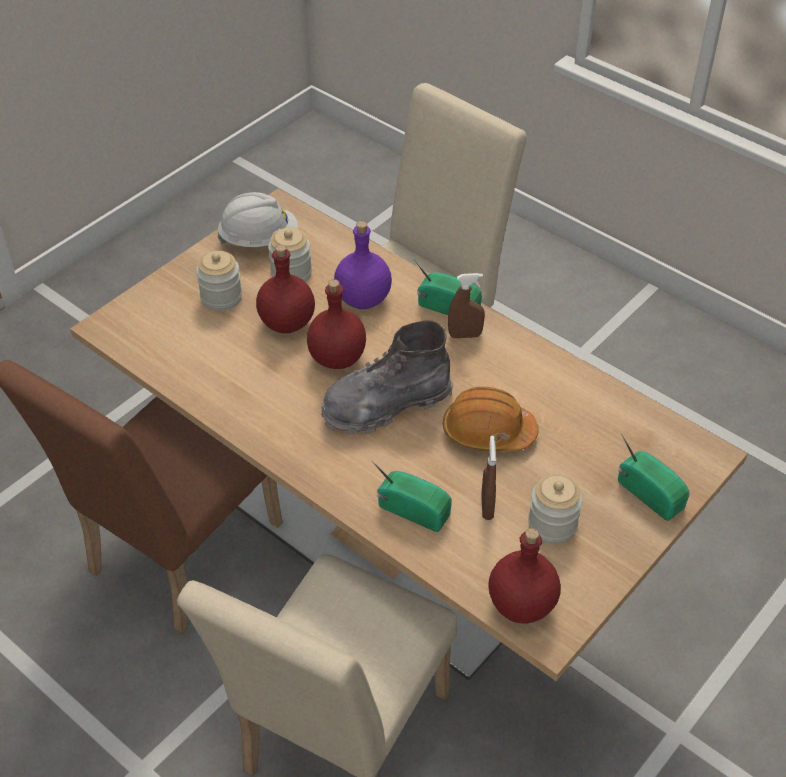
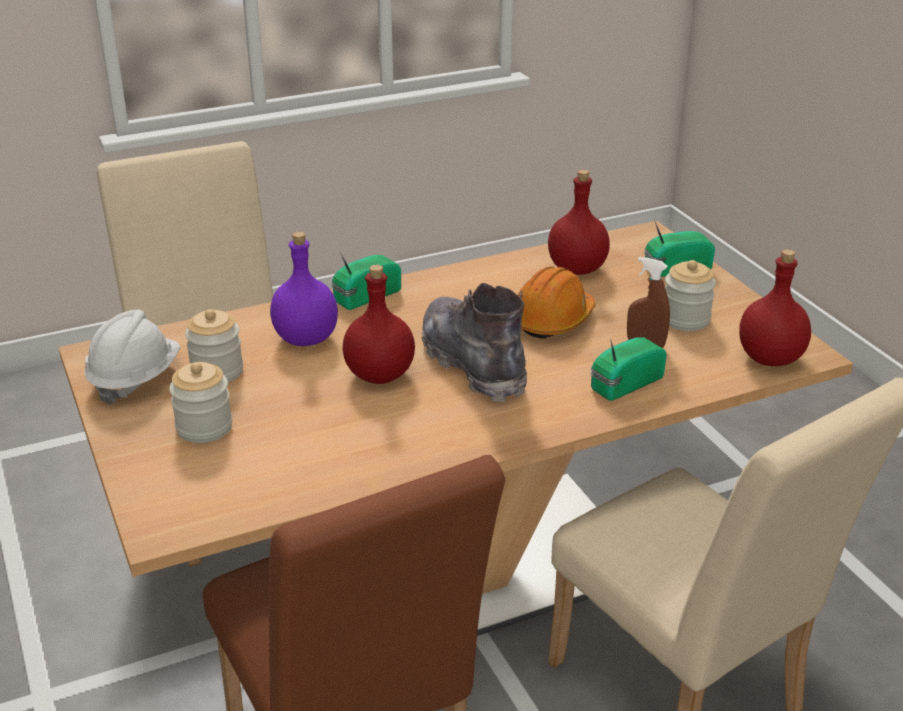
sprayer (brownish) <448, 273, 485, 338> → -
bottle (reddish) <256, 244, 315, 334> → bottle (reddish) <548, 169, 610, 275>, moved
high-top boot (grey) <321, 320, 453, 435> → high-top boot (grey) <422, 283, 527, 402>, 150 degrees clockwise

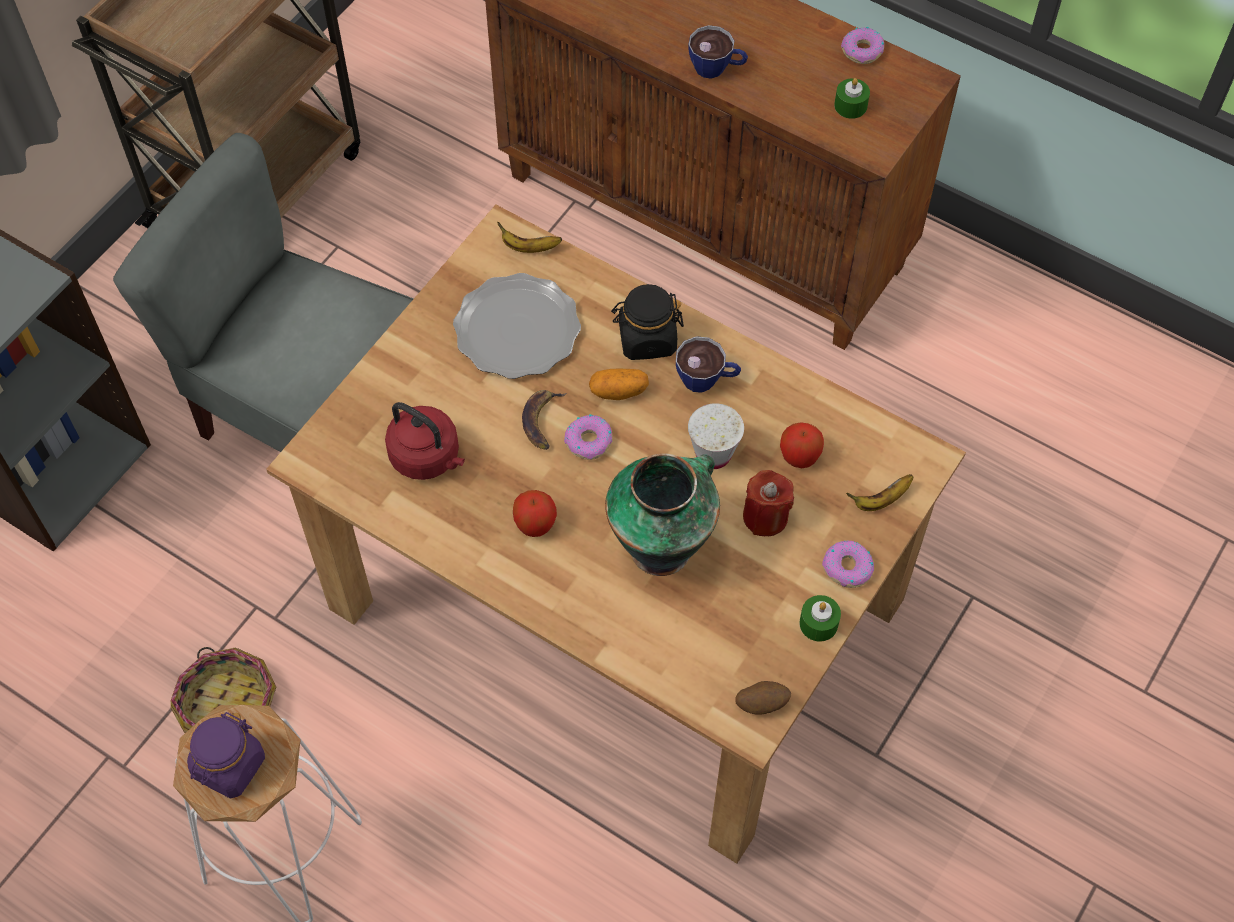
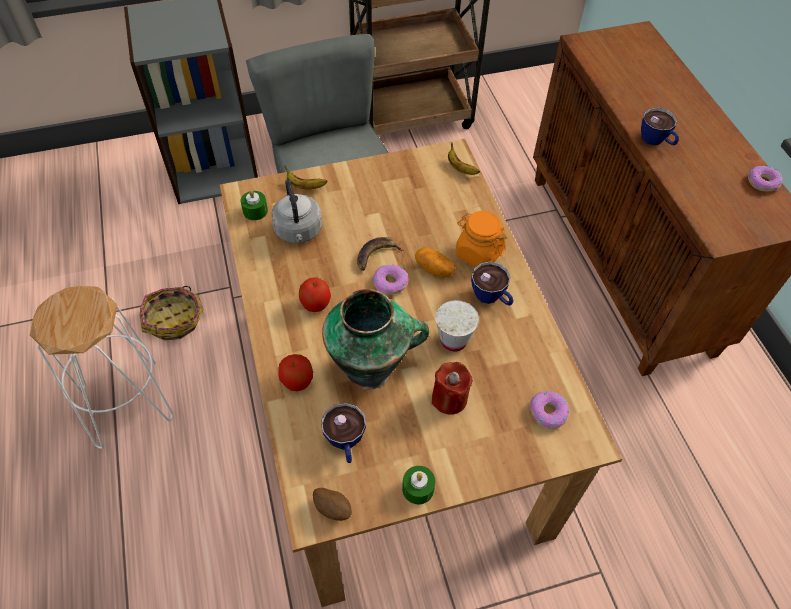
storage jar (purplish) <187, 712, 265, 798> → -
dinner plate <453, 273, 581, 379> → -
- → cup <321, 403, 366, 463>
whole apple <780, 422, 824, 468> → whole apple <278, 354, 313, 391>, moved
donut <822, 541, 874, 588> → donut <530, 391, 569, 429>, moved
wax candle (green) <834, 78, 870, 119> → wax candle (green) <241, 190, 268, 220>, moved
banana <846, 474, 913, 511> → banana <284, 165, 327, 189>, moved
kettle (reddish) <385, 402, 465, 480> → kettle (grey) <272, 179, 322, 244>
storage jar (blackish) <611, 284, 684, 360> → storage jar (orange-coloured) <455, 211, 507, 267>

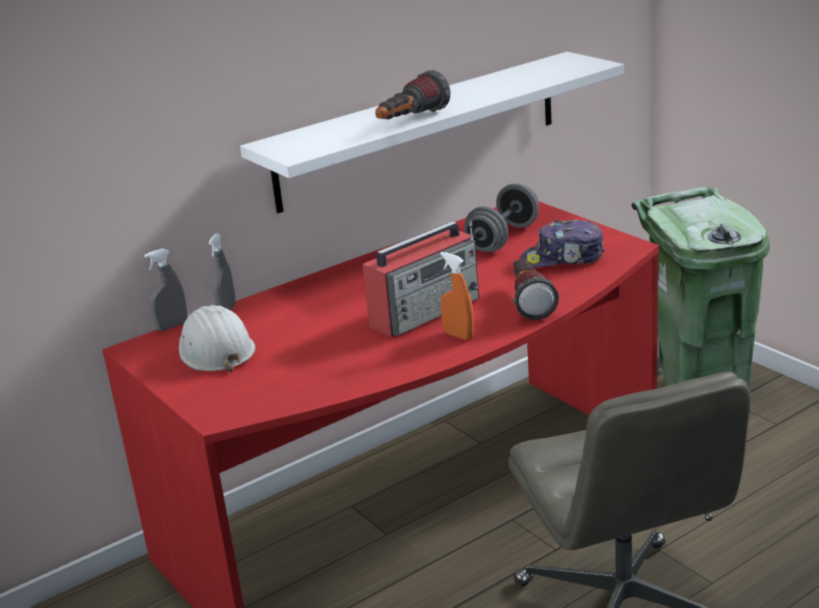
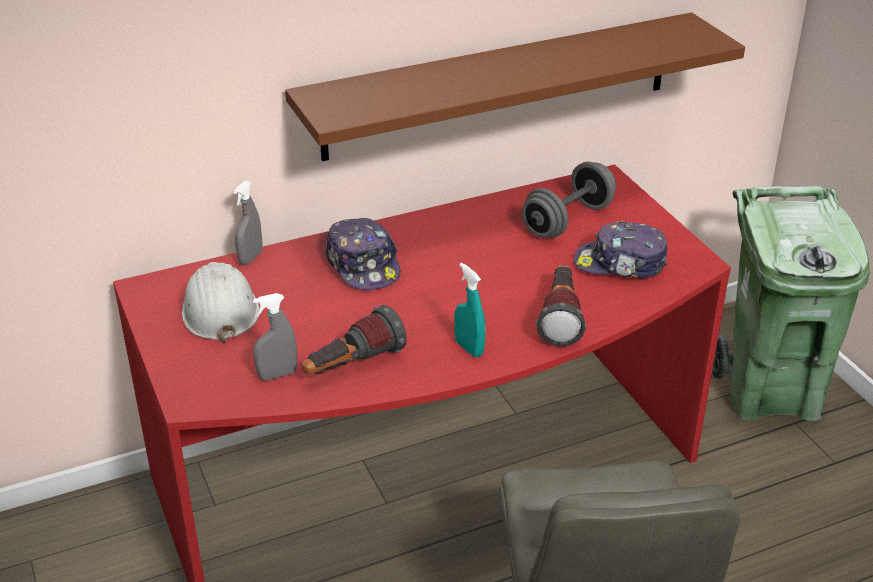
radio <362, 220, 479, 337> → -
- → cap <325, 218, 400, 290>
sprayer (grey) <144, 248, 187, 331> → sprayer (grey) <253, 293, 297, 380>, moved
flashlight <375, 70, 450, 119> → flashlight <302, 305, 407, 375>, moved
wall shelf (white) <240, 52, 624, 213> → wall shelf (brownish) <285, 12, 745, 161>
sprayer (orange-coloured) <440, 252, 474, 340> → sprayer (turquoise-coloured) <454, 263, 485, 357>

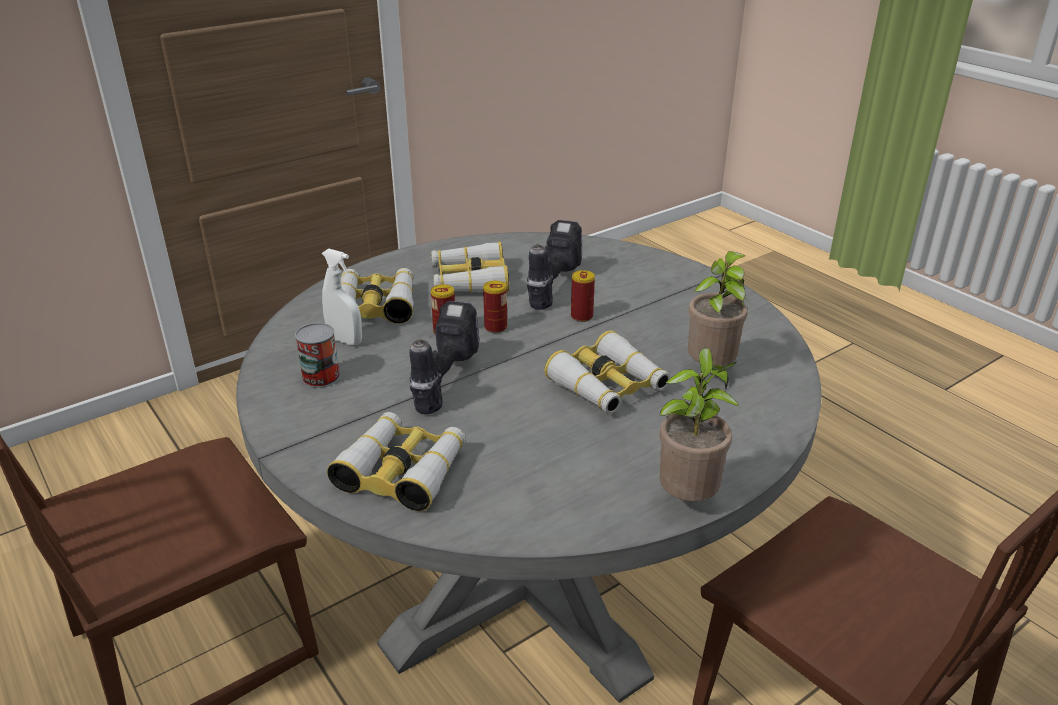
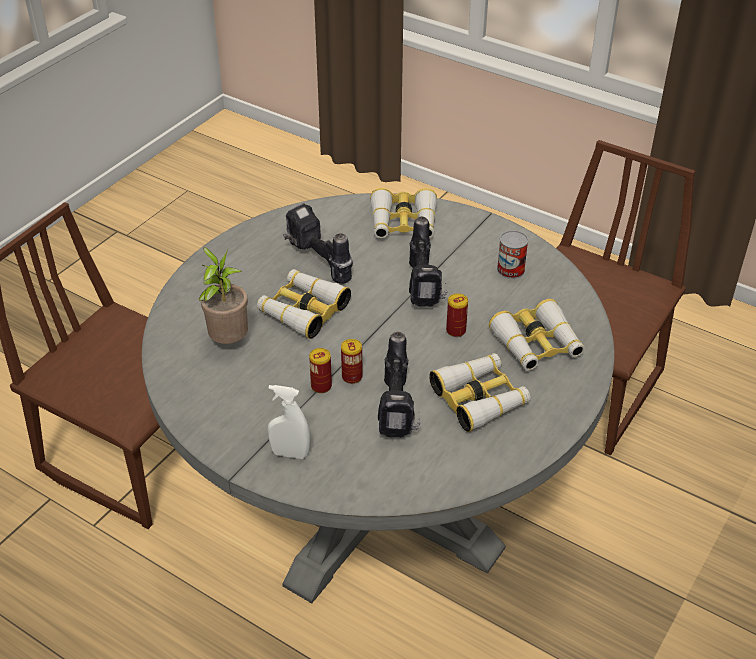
potted plant <659, 348, 740, 501> → -
- → electric drill <283, 203, 353, 284>
sprayer (white) <322, 249, 362, 345> → sprayer (white) <268, 385, 310, 459>, moved
metal can <483, 280, 507, 333> → metal can <309, 348, 332, 393>, moved

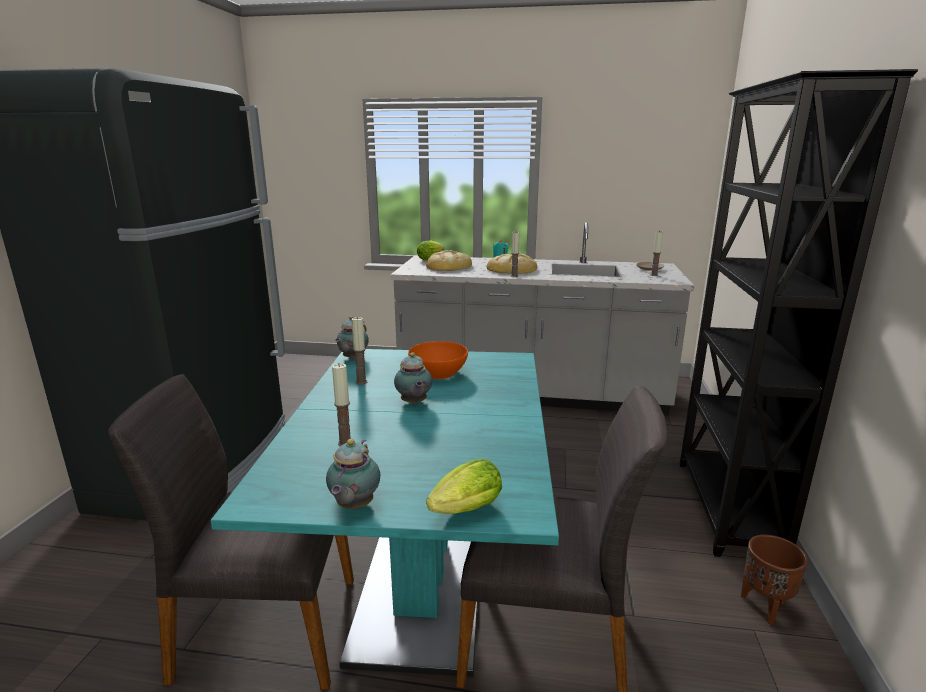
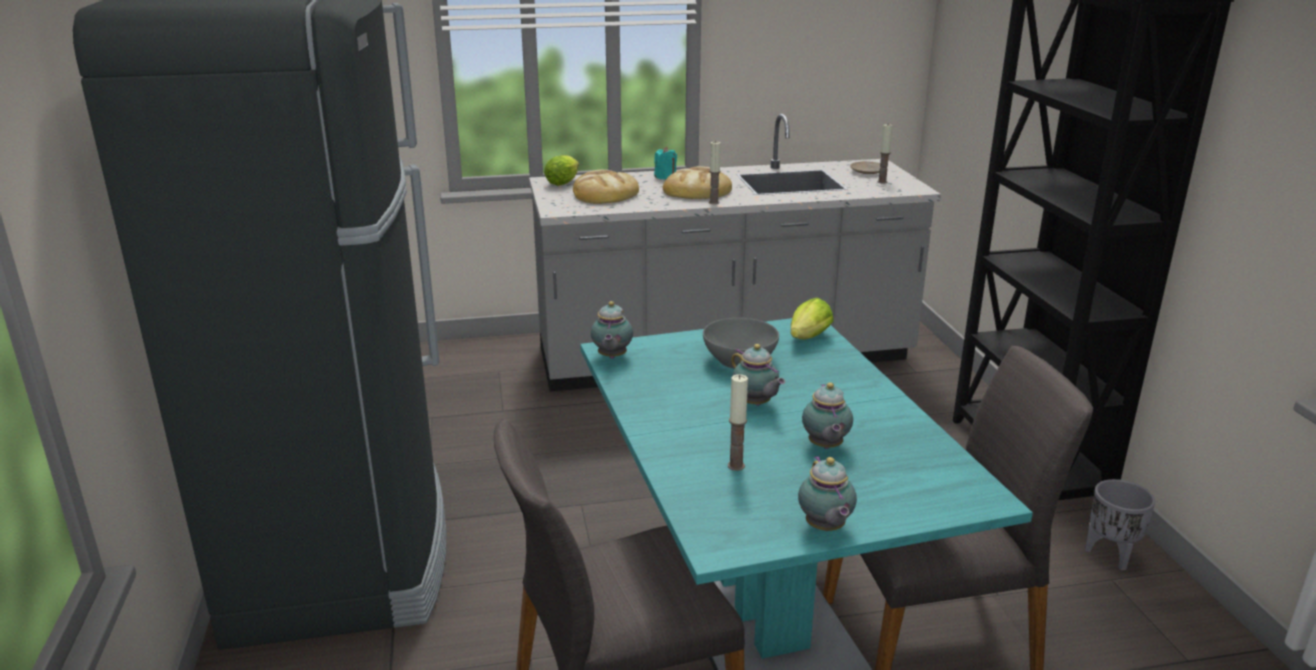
wax candle <352, 317, 367, 385> → -
- → teapot <802, 383, 853, 449>
head of lettuce <426, 459, 502, 514> → head of lettuce <791, 298, 834, 339>, moved
deep dish (orange-coloured) <408, 341, 468, 379> → deep dish (grey) <703, 318, 779, 369>
planter (brownish) <741, 535, 808, 625> → planter (grey) <1085, 479, 1155, 570>

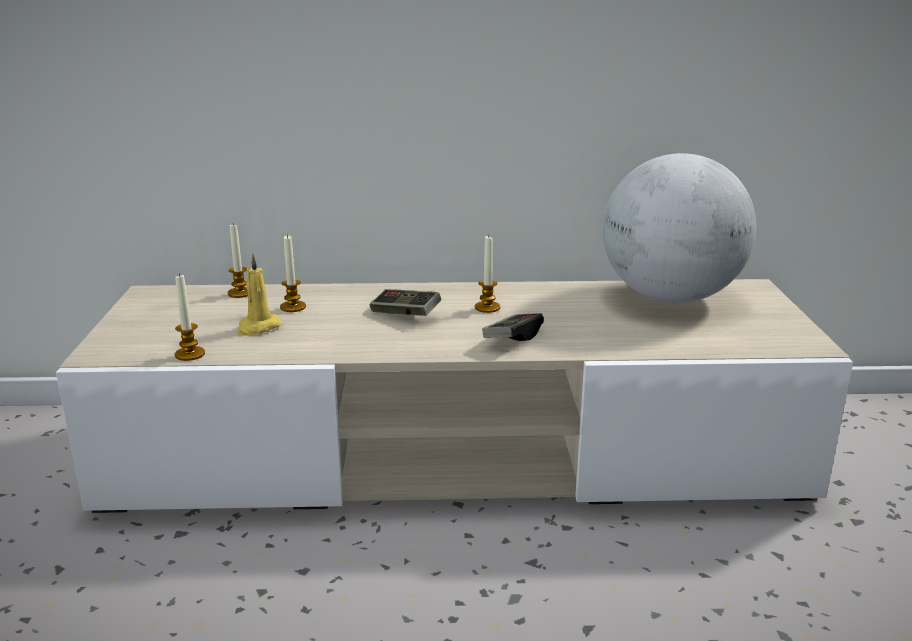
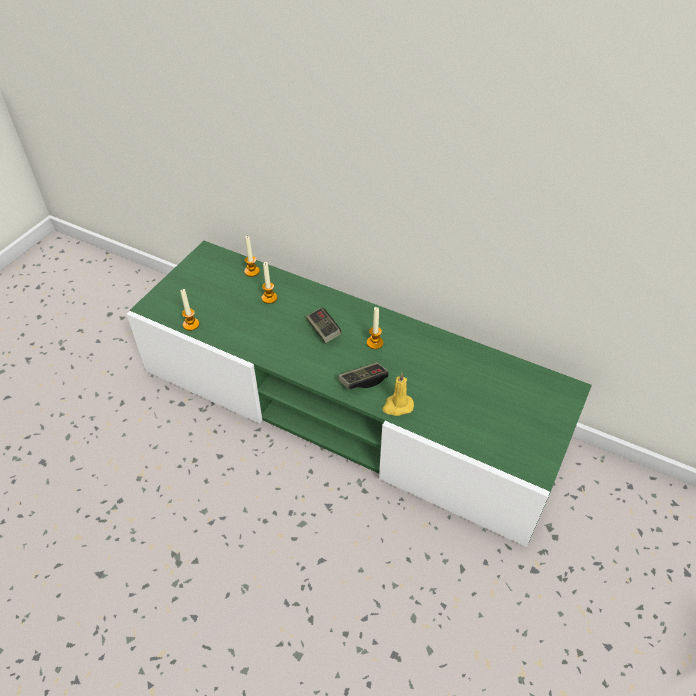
globe <603, 153, 756, 303> → -
wax candle (yellowish) <237, 253, 282, 336> → wax candle (yellowish) <382, 373, 414, 416>, moved
tv unit (beige) <56, 279, 853, 513> → tv unit (green) <126, 241, 592, 547>

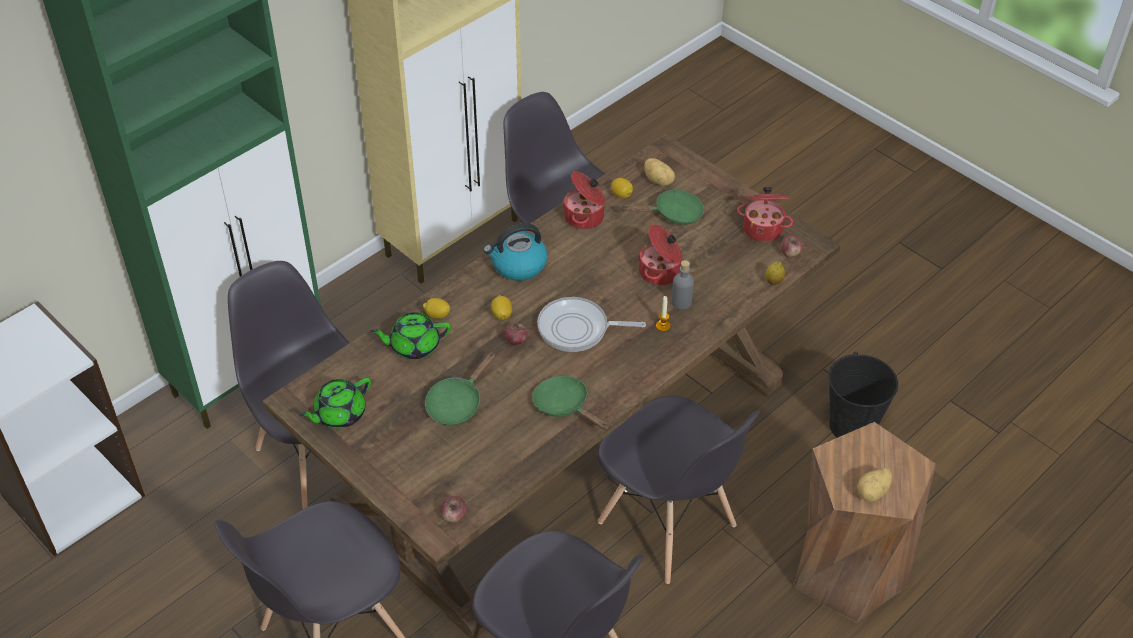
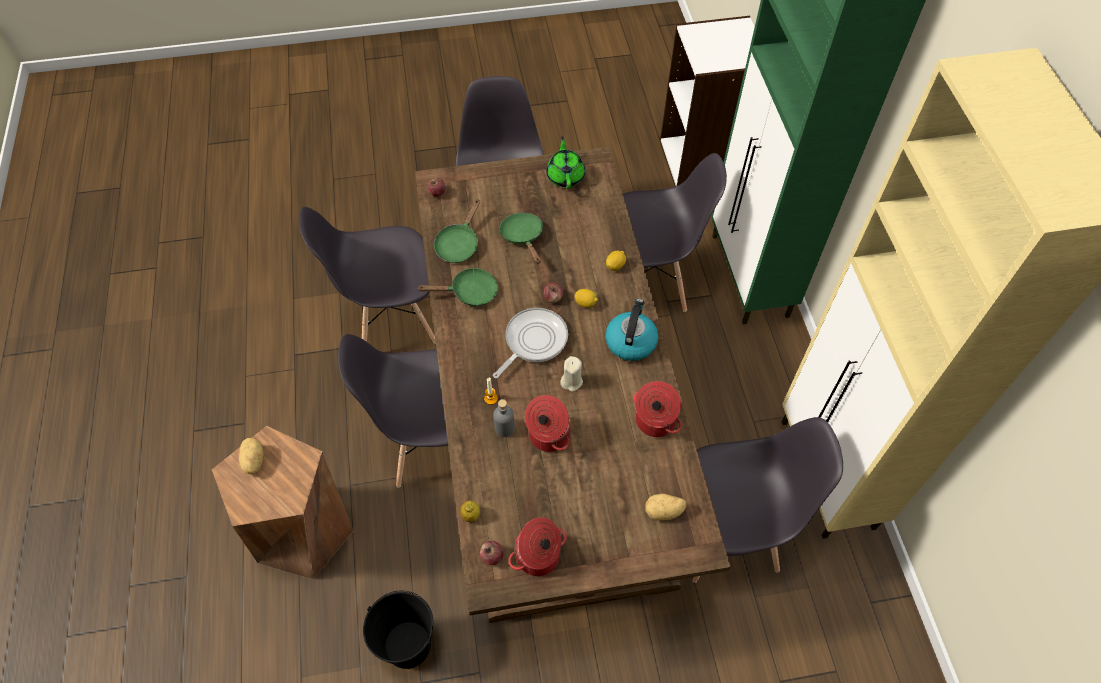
teapot (green) <371, 312, 451, 359> → -
lemon <611, 178, 633, 198> → -
- → wax candle (beige) <560, 356, 583, 392>
pan (green) <621, 189, 704, 225> → pan (green) <434, 200, 480, 263>, moved

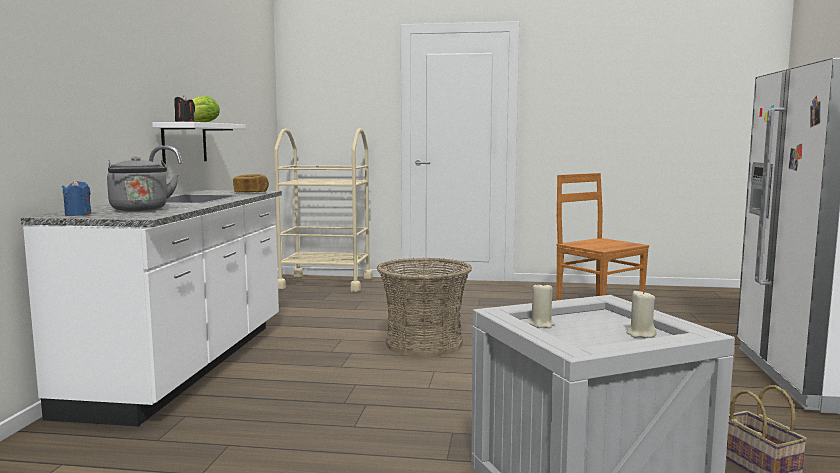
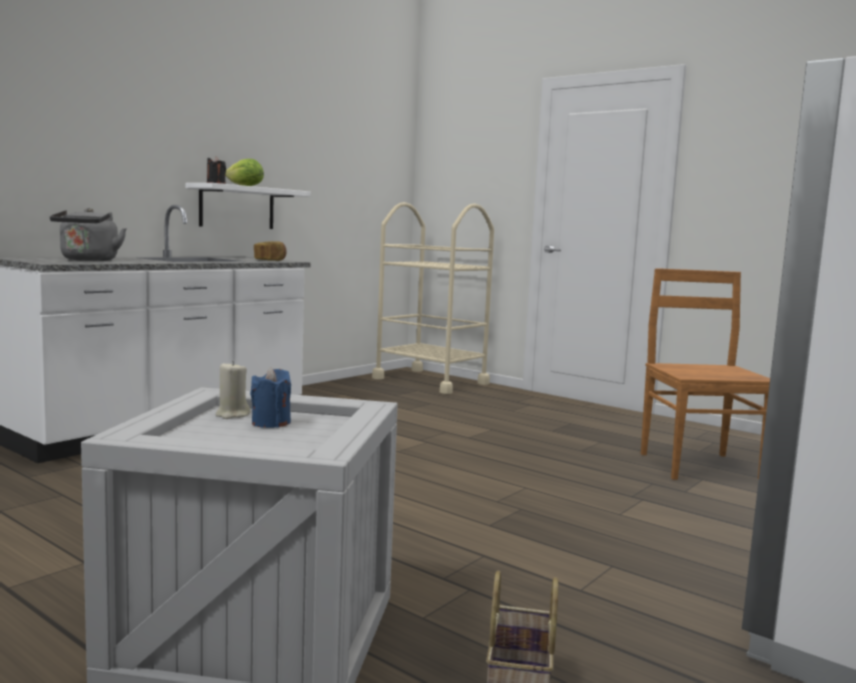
household basket <377, 258, 472, 357> → -
wax candle (beige) <626, 290, 657, 338> → -
wax candle (blue-coloured) <62, 179, 92, 216> → wax candle (blue-coloured) <250, 367, 291, 428>, moved

